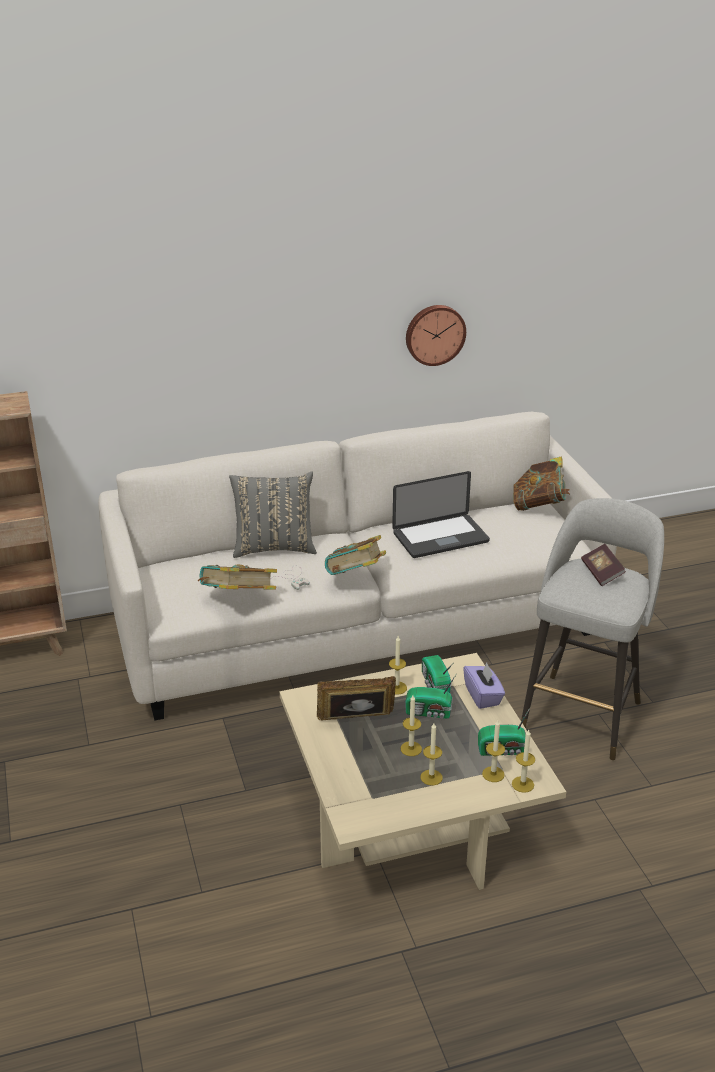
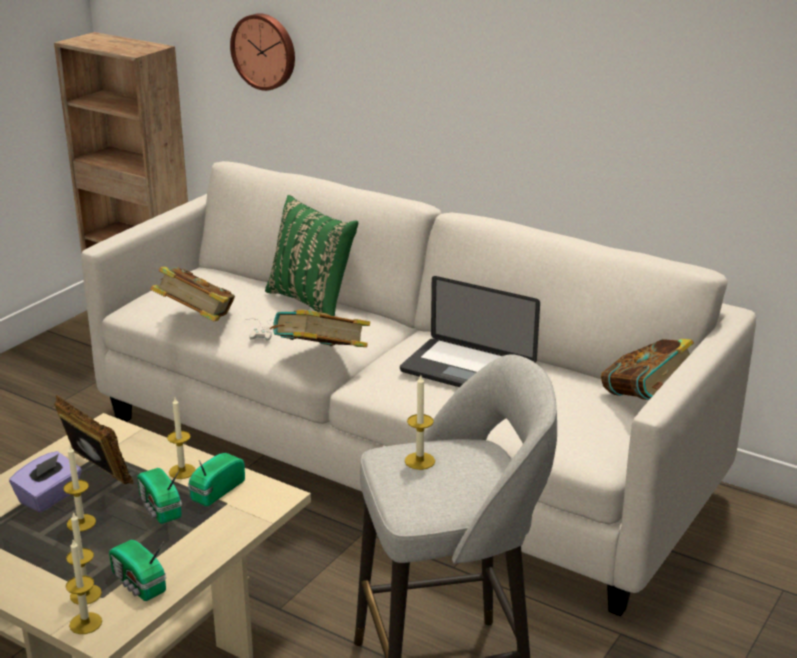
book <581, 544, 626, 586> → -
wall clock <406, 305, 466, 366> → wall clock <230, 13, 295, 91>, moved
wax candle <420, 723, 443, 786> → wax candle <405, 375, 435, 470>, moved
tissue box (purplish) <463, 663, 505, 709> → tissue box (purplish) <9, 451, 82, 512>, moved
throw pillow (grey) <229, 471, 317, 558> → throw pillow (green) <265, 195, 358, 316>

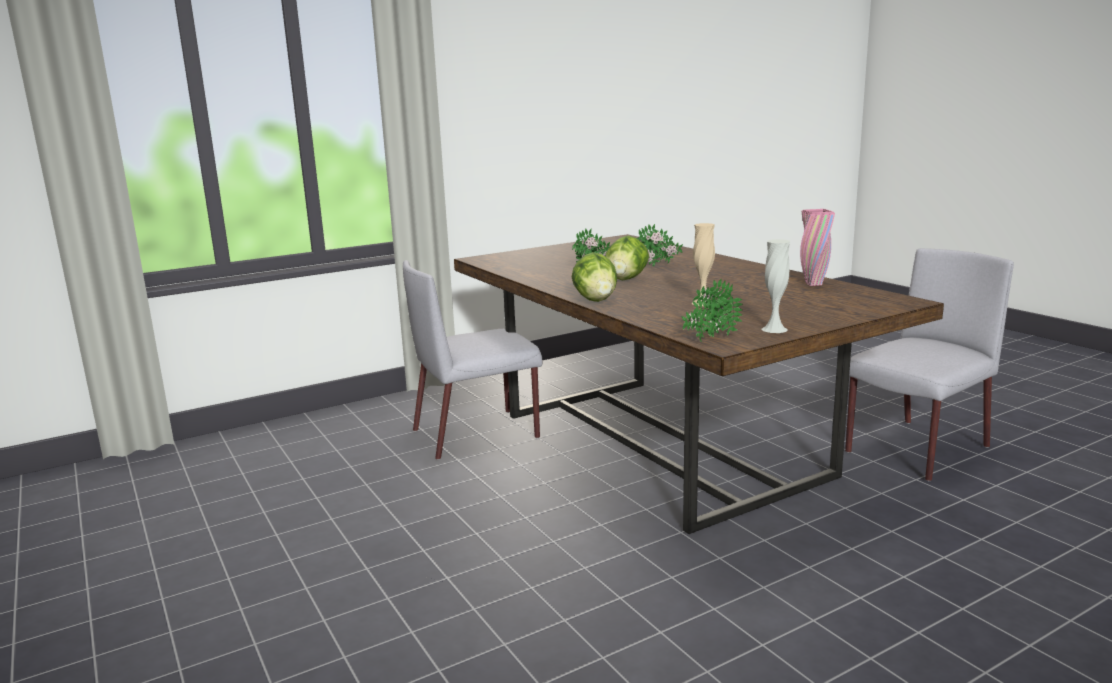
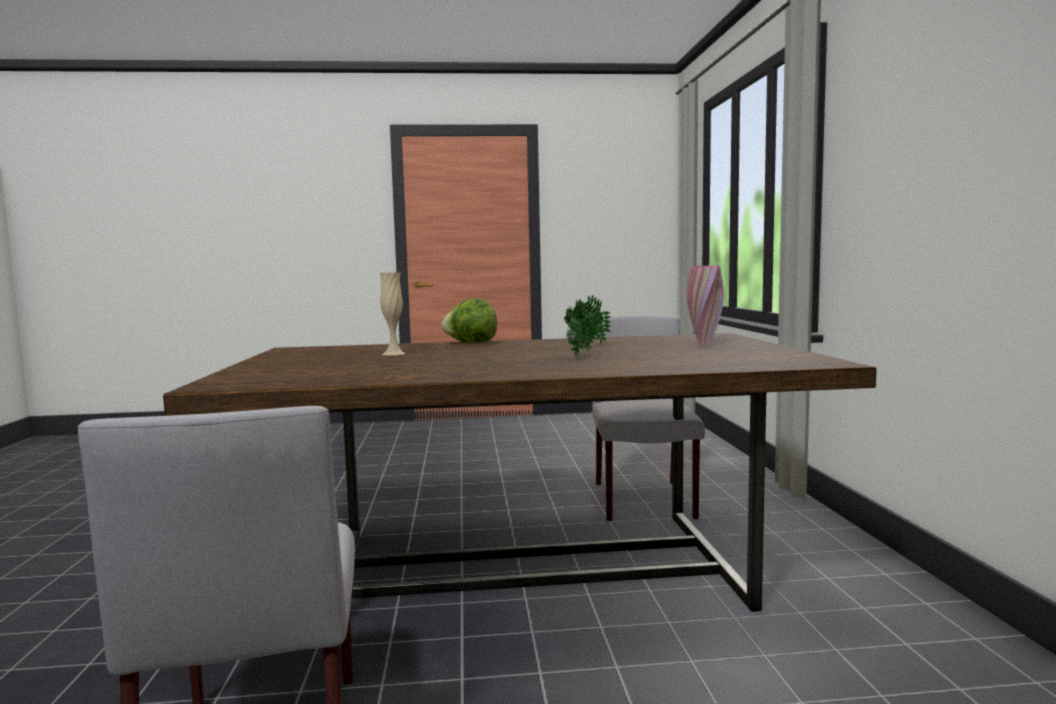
head of lettuce <605, 236, 649, 280> → -
potted plant <682, 279, 743, 342> → -
flower vase (white) <761, 239, 790, 333> → -
flower vase (pinkish) <800, 209, 835, 286> → flower vase (pinkish) <687, 265, 724, 345>, moved

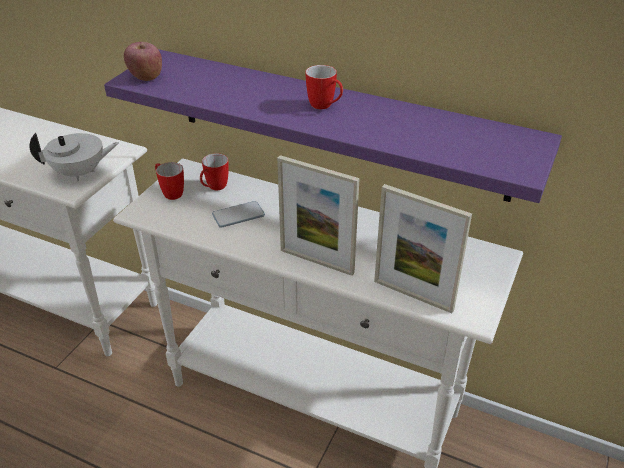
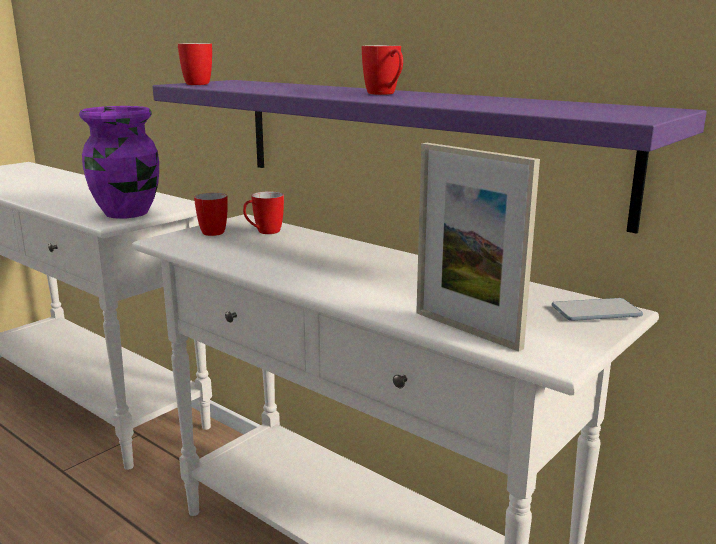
standing frame <277, 155, 360, 276> → -
phone <212, 201, 265, 228> → phone <552, 298, 643, 321>, moved
teapot (white) <29, 133, 119, 181> → flower vase (purplish) <79, 106, 159, 219>
whole apple <124, 42, 162, 81> → mug <178, 43, 212, 85>

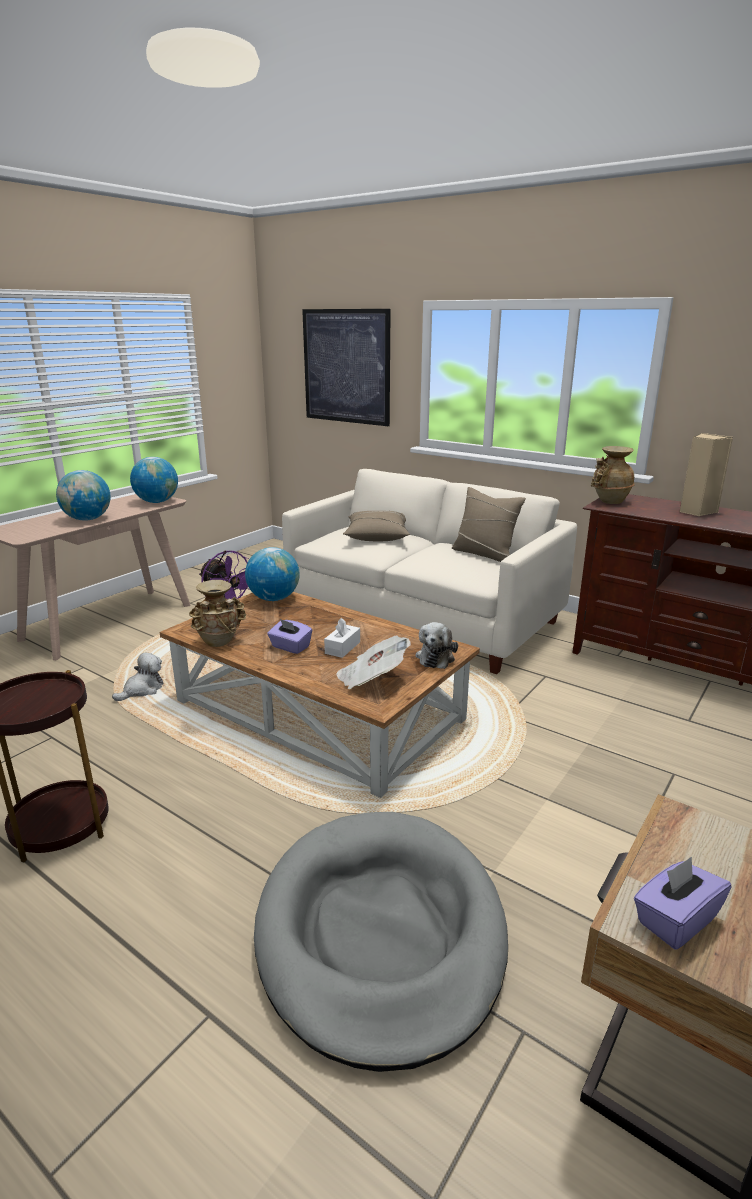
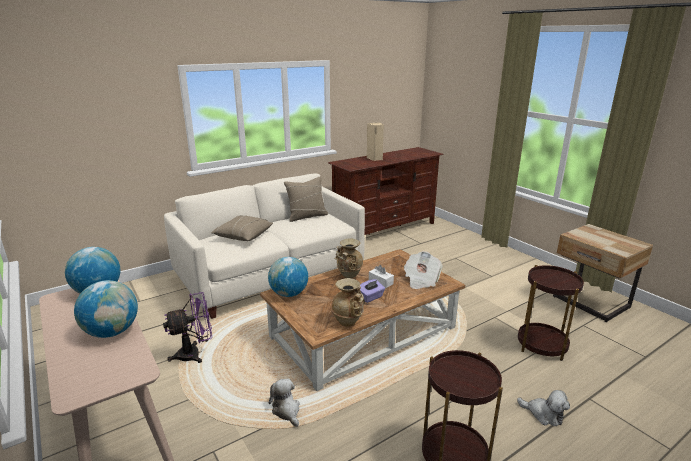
wall picture <302, 309, 391, 426> → -
tissue box (purplish) <634, 857, 732, 950> → -
soft toy <415, 622, 458, 669> → soft toy <517, 390, 570, 426>, moved
flower vase (beige) <591, 446, 635, 504> → flower vase (beige) <334, 238, 363, 278>, moved
dog cushion (grey) <254, 812, 508, 1072> → side table (brownish) <518, 265, 584, 361>

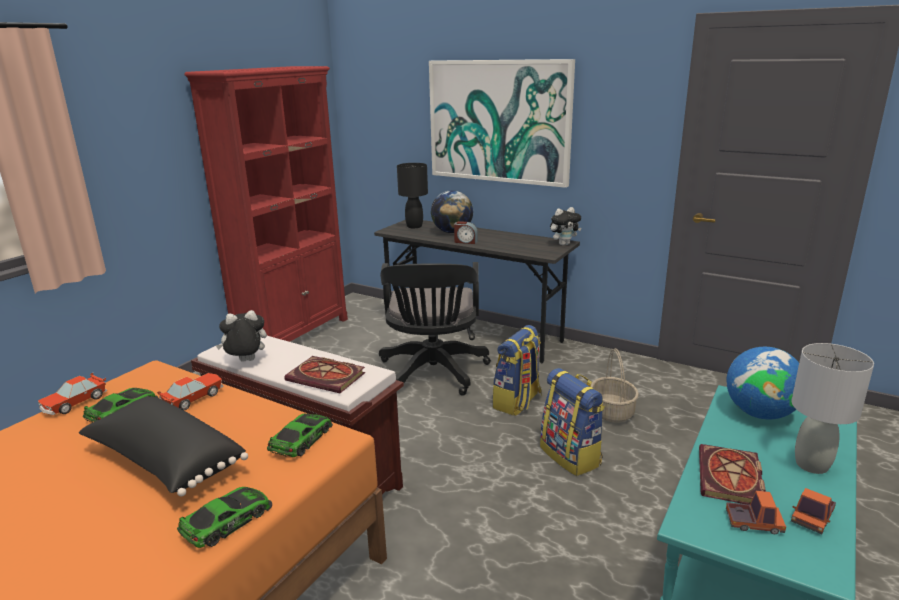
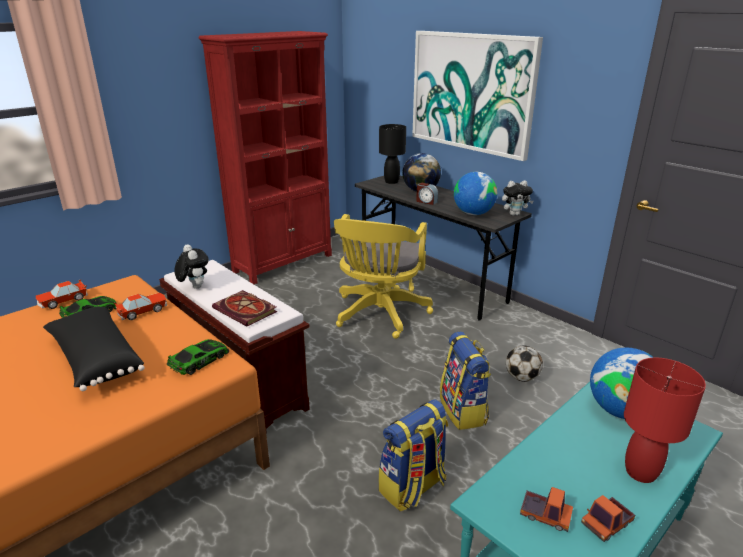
miniature car <177, 487, 272, 548> → -
book <699, 444, 766, 505> → -
- → globe <454, 172, 498, 215>
knapsack <492, 325, 542, 416> → knapsack <379, 399, 448, 511>, moved
household basket <591, 348, 639, 423> → ball for football <506, 345, 543, 382>
desk chair (blackish) <379, 262, 491, 396> → desk chair (yellowish) <334, 214, 433, 339>
table lamp (grey) <792, 343, 874, 474> → table lamp (reddish) <624, 358, 706, 483>
soft toy <216, 310, 267, 362> → soft toy <174, 244, 209, 289>, 60 degrees clockwise

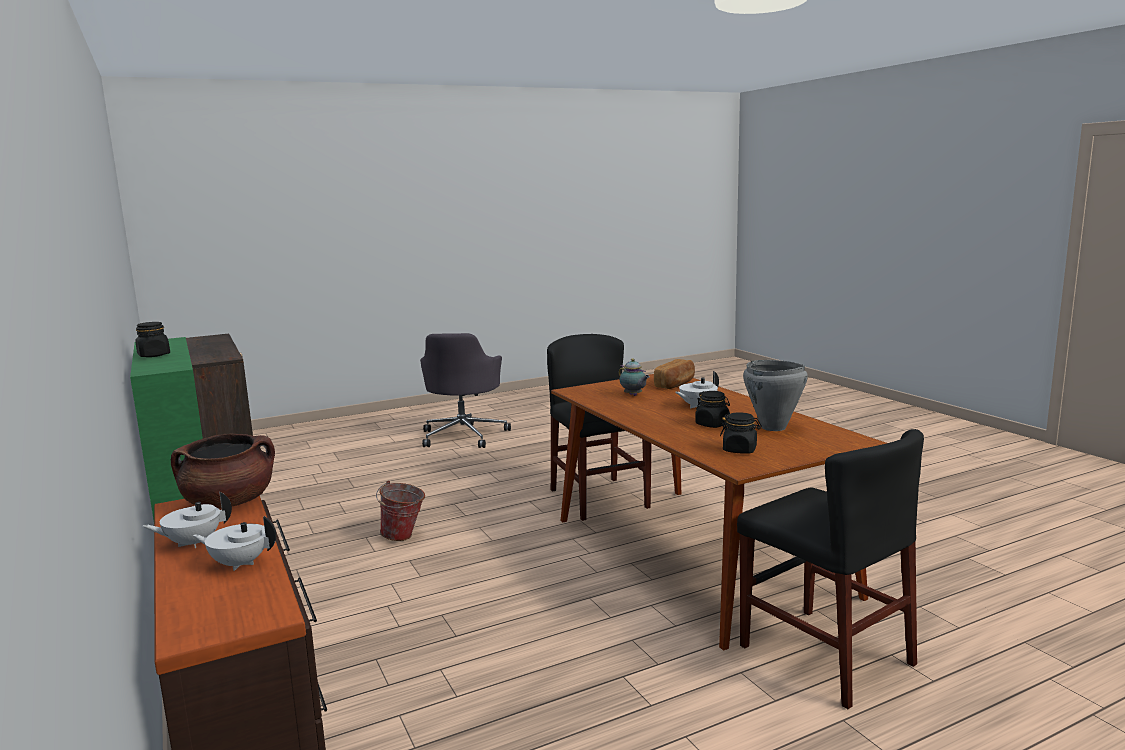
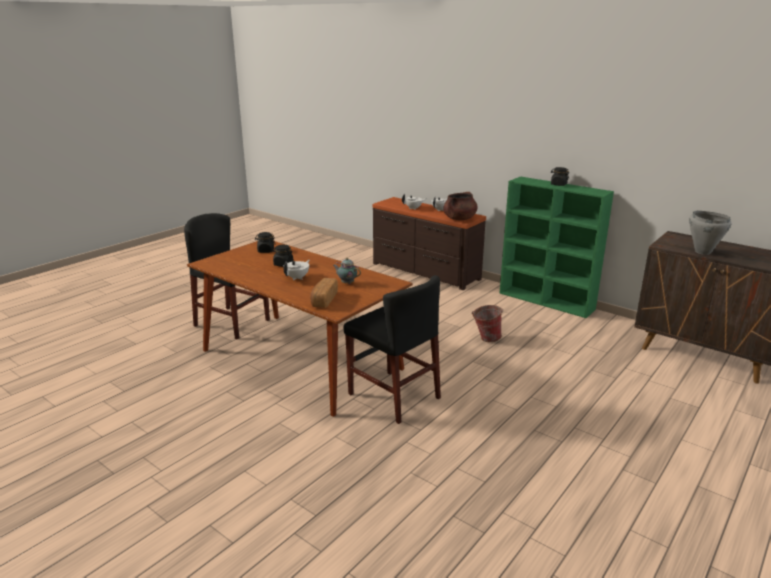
desk chair (grey) <420, 333, 511, 448> → -
stockpot (grey) <743, 360, 808, 431> → stockpot (grey) <689, 211, 731, 255>, moved

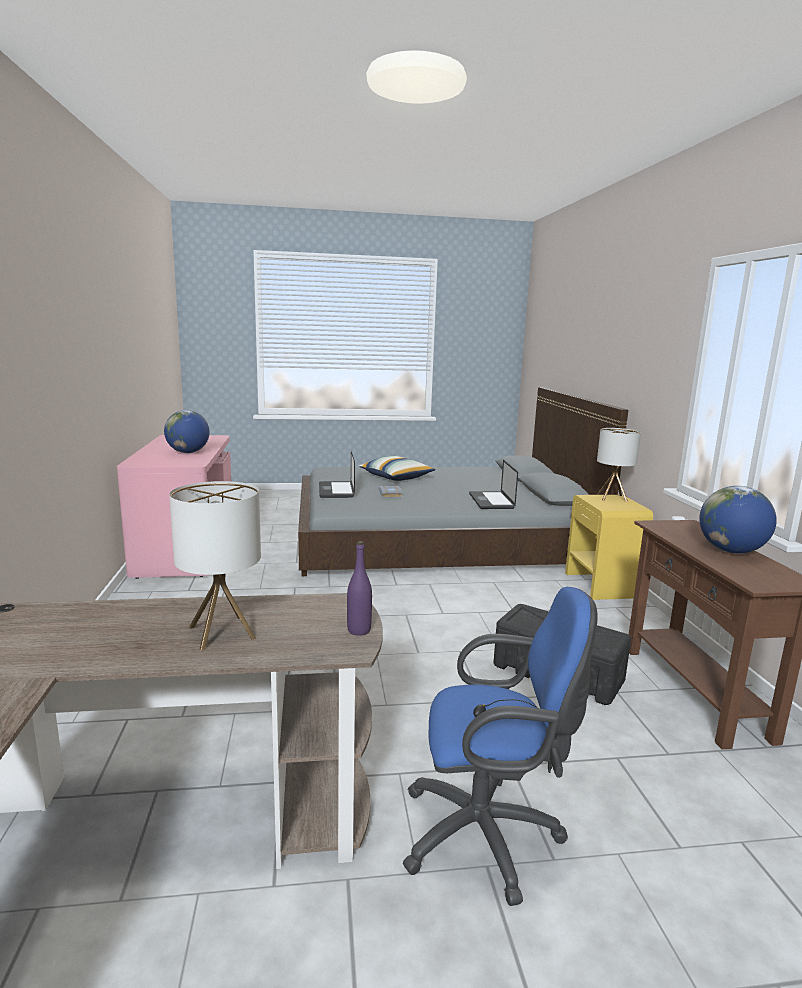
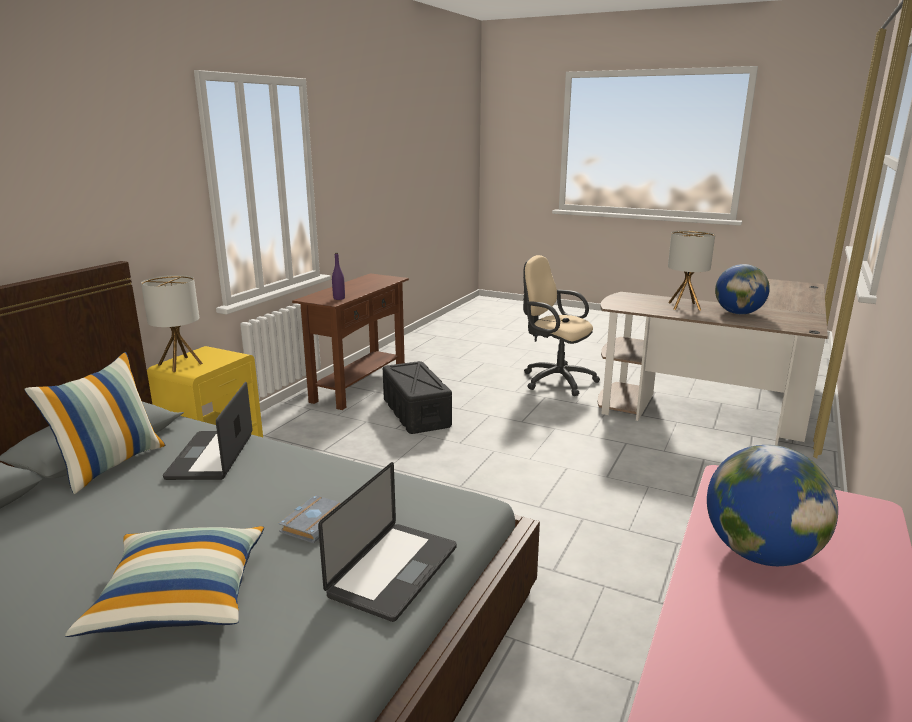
- → throw pillow <24, 352, 166, 494>
bottle (purplish) <347, 541, 372, 636> → bottle (purplish) <332, 252, 345, 300>, moved
globe <699, 486, 777, 553> → globe <715, 264, 770, 314>, moved
desk chair (blue-coloured) <403, 587, 598, 906> → desk chair (beige) <523, 255, 600, 396>
notebook computer <469, 460, 518, 509> → notebook computer <163, 382, 252, 480>, 150 degrees clockwise

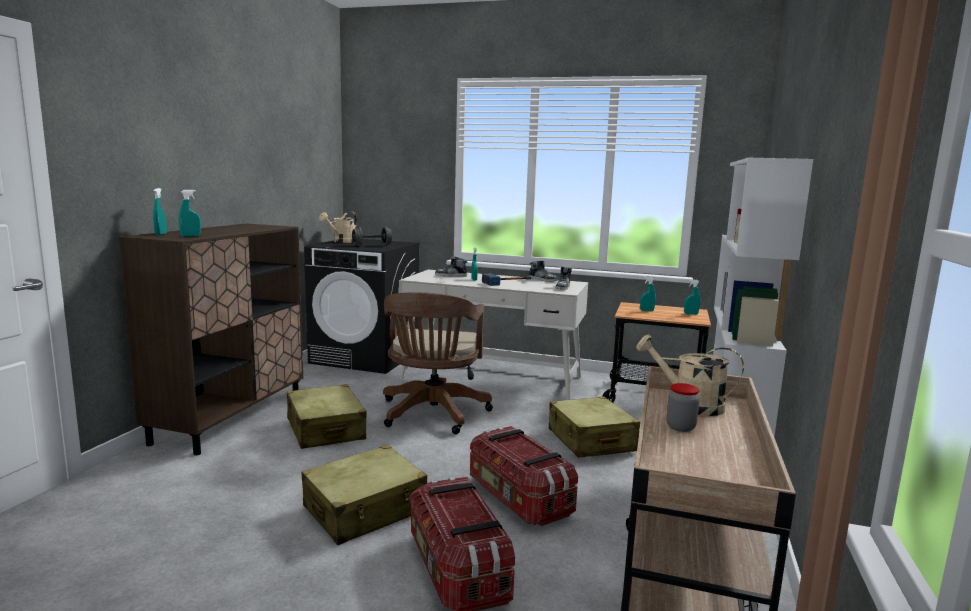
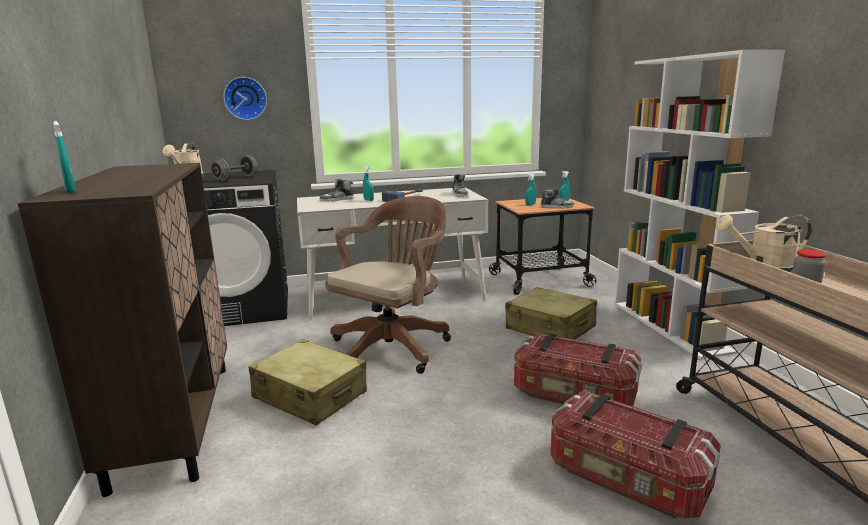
sprayer (turquoise-coloured) <179, 190, 201, 237> → -
suitcase (beige) <302, 445, 427, 545> → -
- → wall clock <223, 77, 267, 120>
item of footwear <529, 261, 558, 282> → item of footwear <541, 188, 574, 208>, moved
desk chair (brownish) <383, 292, 493, 434> → desk chair (brownish) <325, 196, 451, 374>, 120 degrees counterclockwise

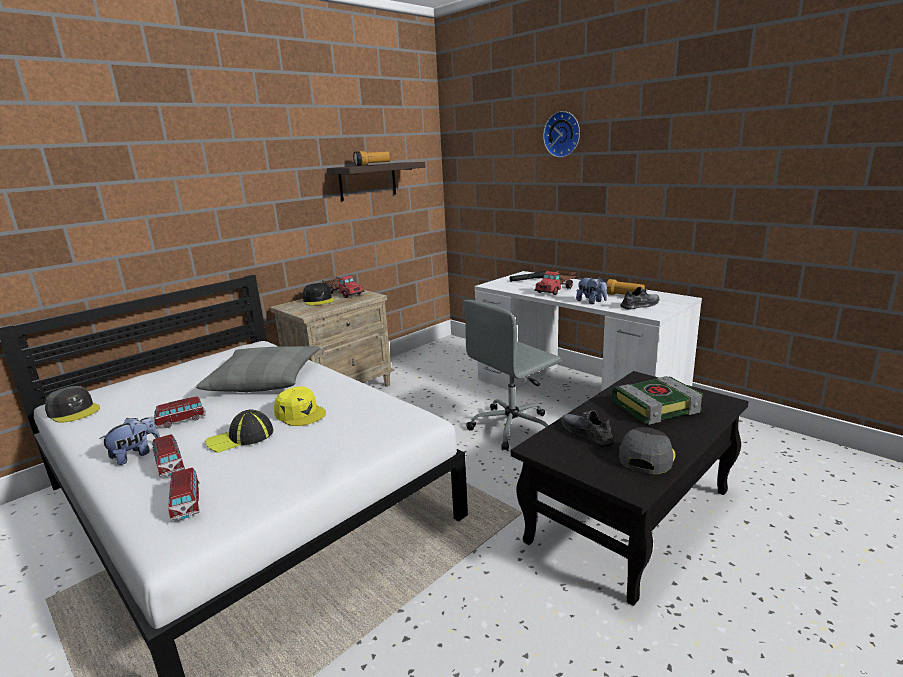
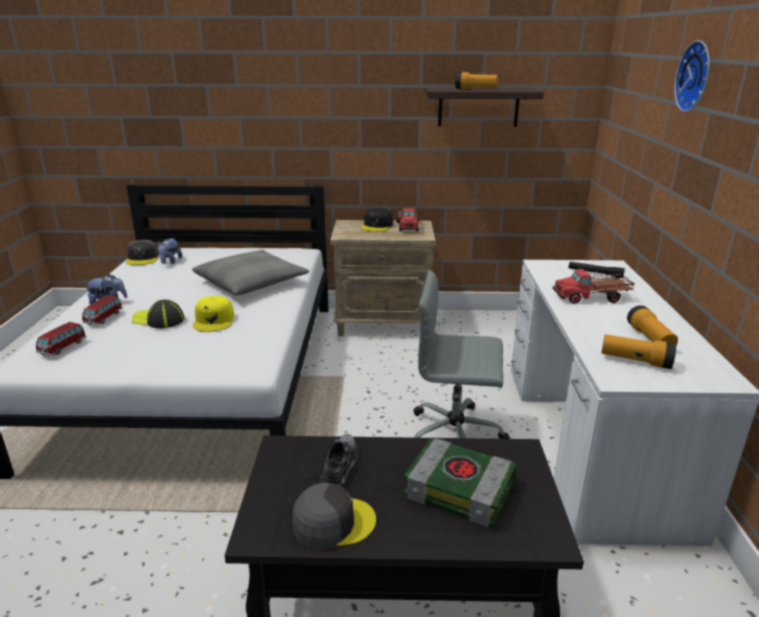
miniature car <154, 396, 206, 428> → -
soft toy <576, 277, 607, 304> → soft toy <158, 238, 182, 264>, moved
item of footwear (grey) <620, 287, 659, 310> → flashlight <601, 334, 676, 369>

